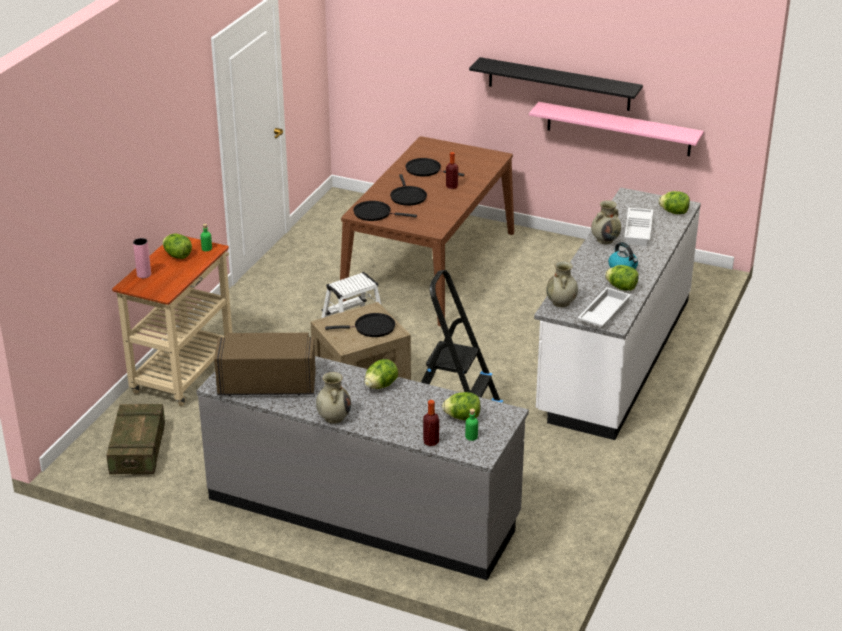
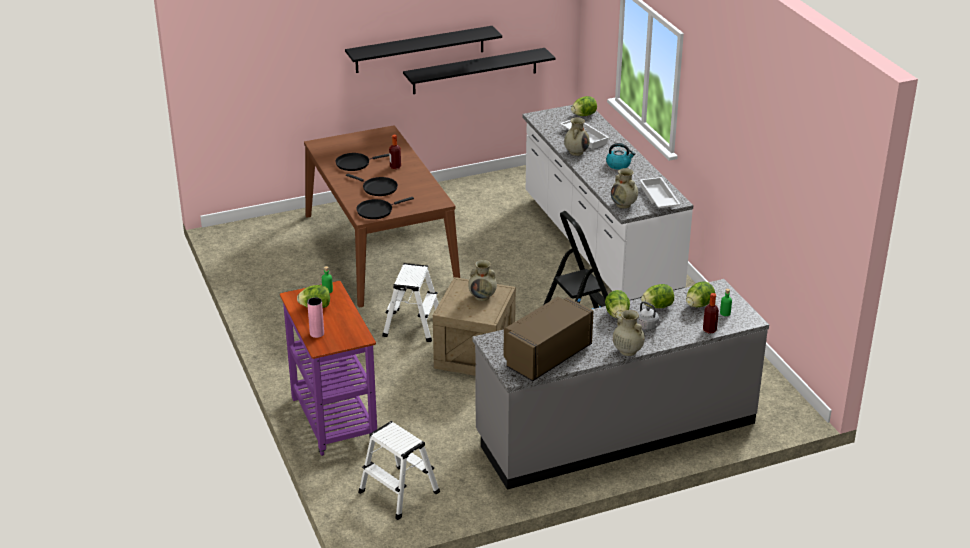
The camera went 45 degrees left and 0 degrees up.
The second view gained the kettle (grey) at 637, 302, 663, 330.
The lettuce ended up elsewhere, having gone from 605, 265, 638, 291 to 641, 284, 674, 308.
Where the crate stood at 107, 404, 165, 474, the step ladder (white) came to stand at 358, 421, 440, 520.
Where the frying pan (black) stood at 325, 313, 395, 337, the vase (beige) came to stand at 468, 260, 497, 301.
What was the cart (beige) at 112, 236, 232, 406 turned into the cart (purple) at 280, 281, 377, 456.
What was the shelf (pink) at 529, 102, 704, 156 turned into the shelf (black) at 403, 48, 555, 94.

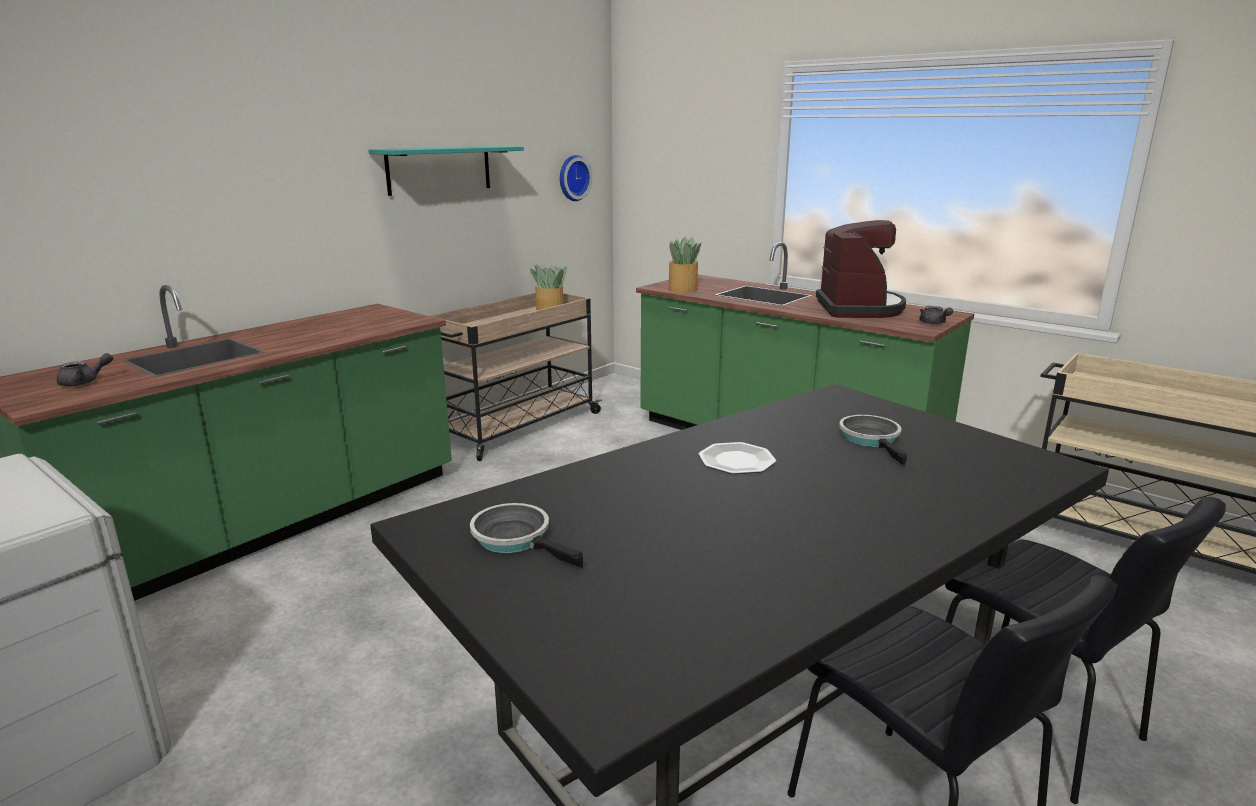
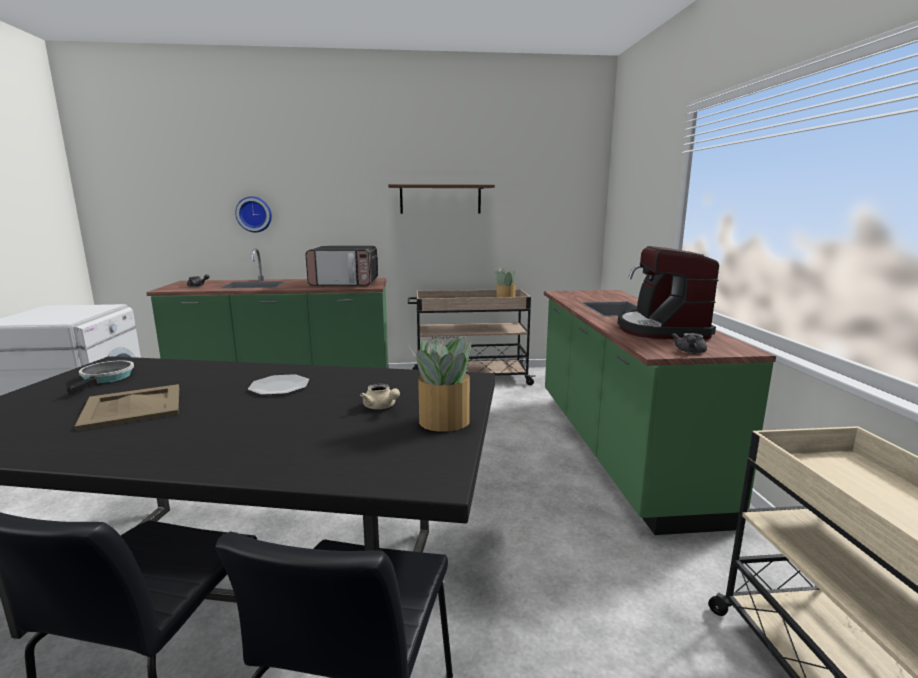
The camera went 45 degrees right and 5 degrees down.
The second view gained the tray (beige) at 74, 384, 179, 431.
The second view gained the microwave at 305, 246, 378, 286.
The wall clock ended up elsewhere, having gone from 560, 155, 592, 201 to 235, 196, 272, 233.
The potted plant ended up elsewhere, having gone from 669, 237, 701, 293 to 408, 337, 471, 432.
Where the frying pan stood at 839, 415, 908, 465, the teapot (beige) came to stand at 360, 384, 400, 409.
What was the shelf (turquoise) at 368, 146, 524, 196 turned into the shelf (brown) at 388, 184, 495, 214.
The coffee machine at 816, 220, 906, 318 ended up facing another way, 135 degrees clockwise from before.

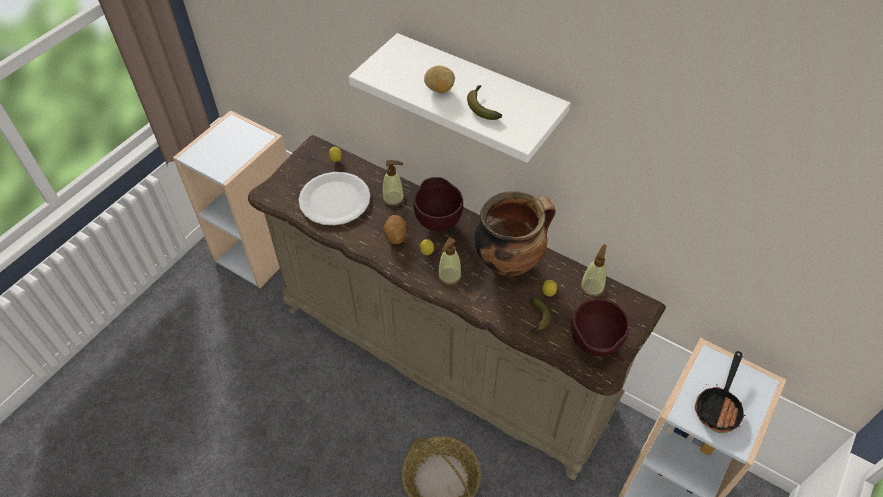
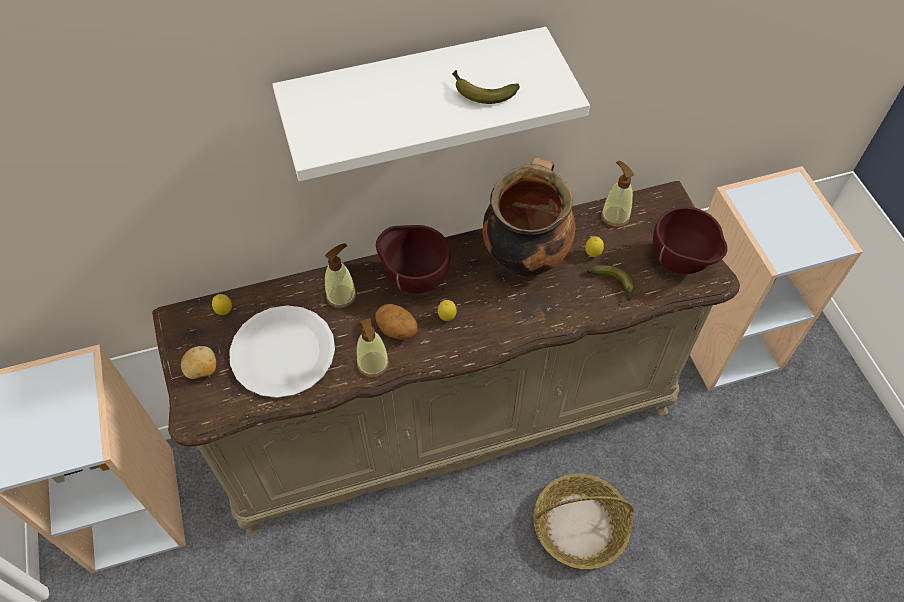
The camera went 50 degrees left and 5 degrees up.
The second view lost the frying pan at 695, 351, 745, 433.
The potato ended up elsewhere, having gone from 424, 66, 455, 93 to 181, 346, 216, 379.
The soap dispenser ended up elsewhere, having gone from 438, 238, 462, 286 to 356, 318, 390, 378.

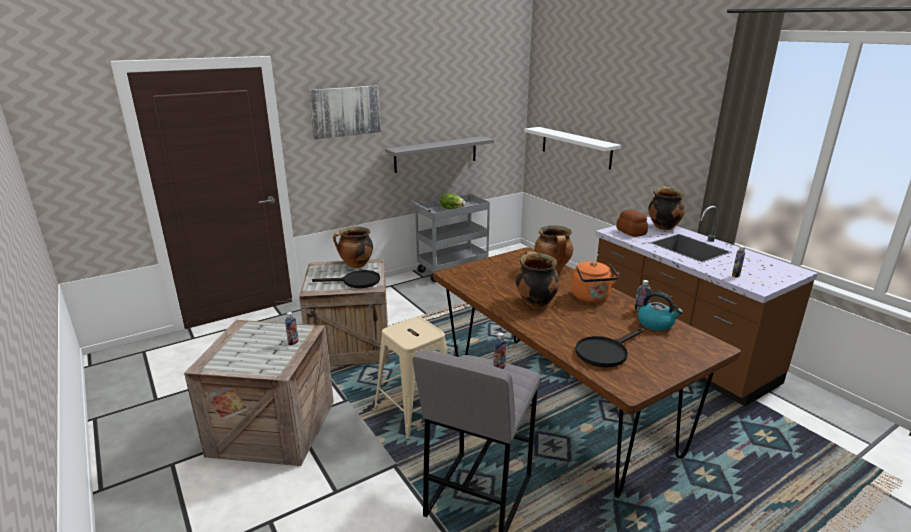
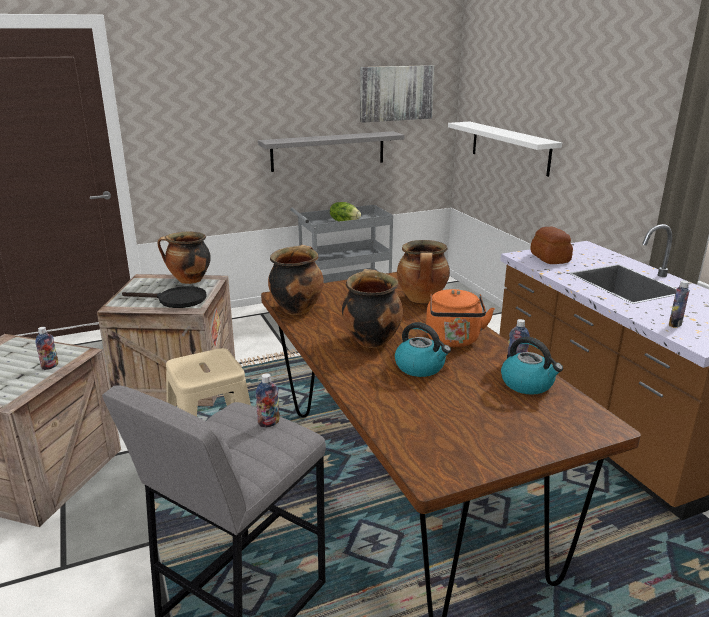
The camera went 10 degrees right and 0 degrees up.
The second view lost the frying pan (black) at 575, 328, 644, 368.
The second view gained the kettle at 395, 322, 451, 377.
The picture ended up elsewhere, having gone from 309, 85, 381, 139 to 360, 65, 435, 123.
The cooking pot ended up elsewhere, having gone from 648, 186, 685, 230 to 268, 245, 324, 315.

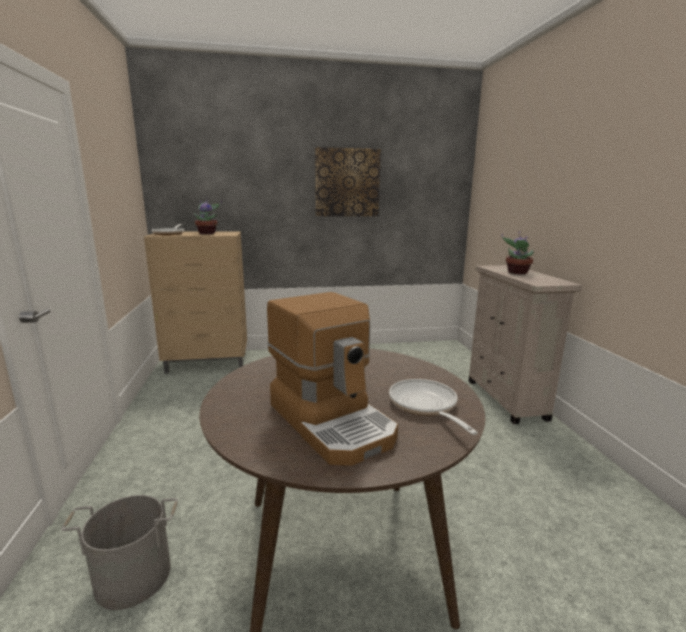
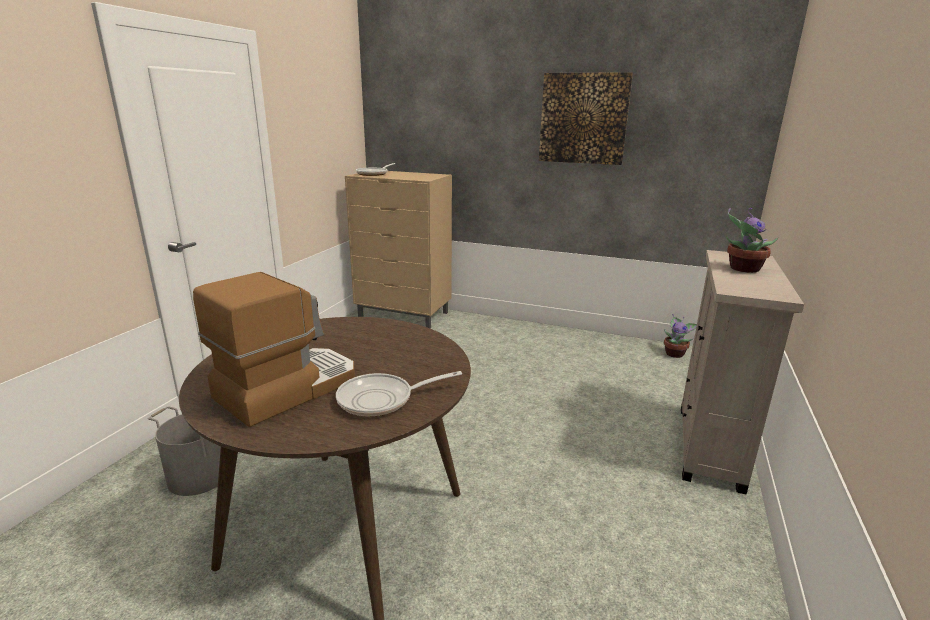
The camera went 30 degrees right and 5 degrees up.
The potted plant ended up elsewhere, having gone from 194, 197, 222, 234 to 664, 314, 697, 358.
The coffee machine at 267, 292, 398, 466 ended up facing another way, 135 degrees counterclockwise from before.
The frying pan at 389, 379, 478, 435 ended up facing another way, 120 degrees counterclockwise from before.

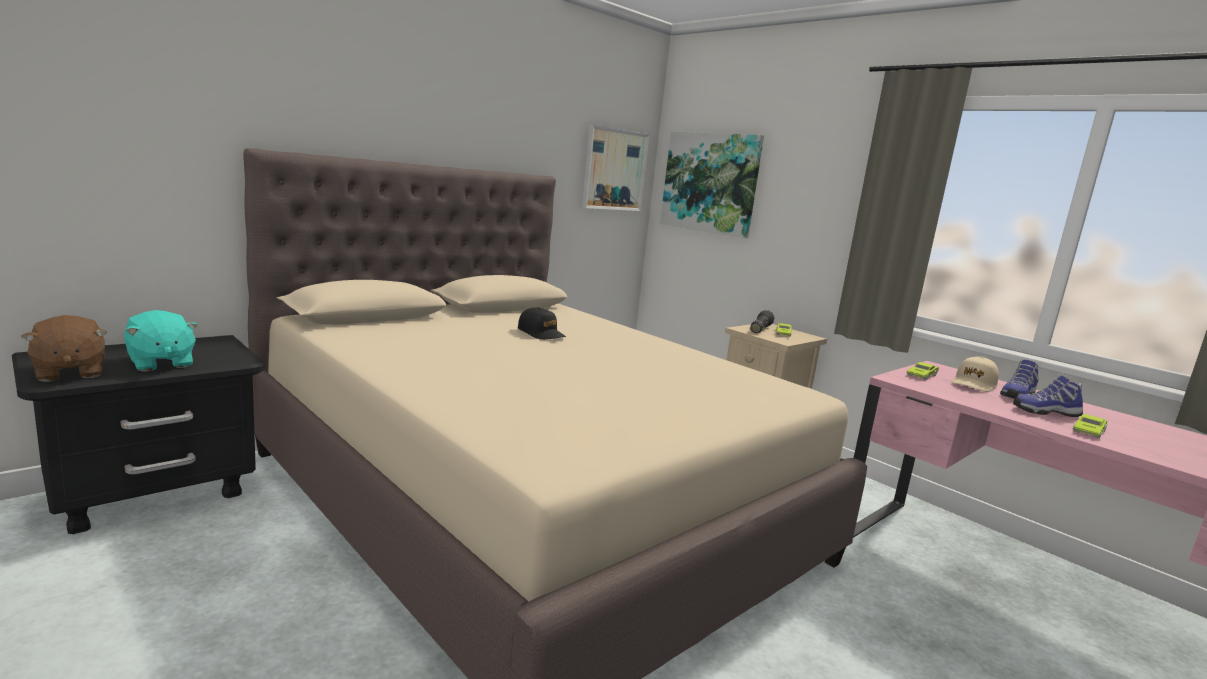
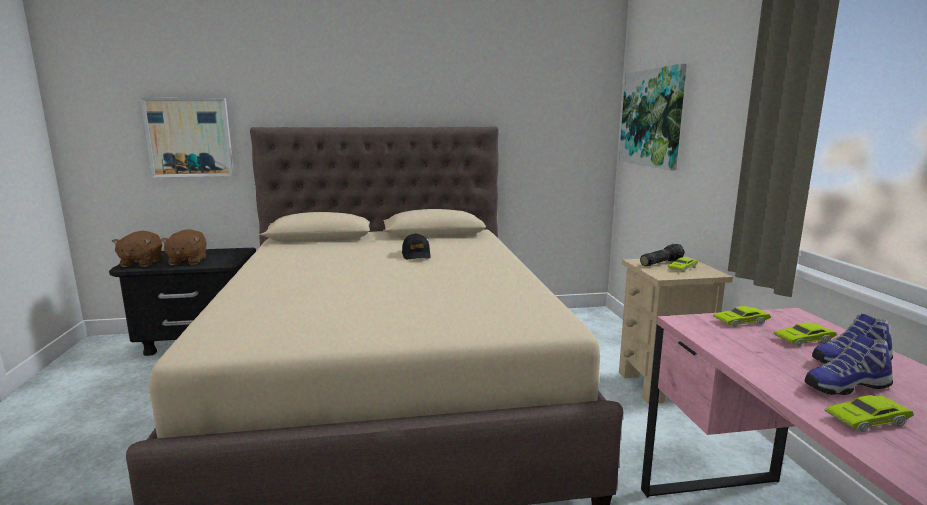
The camera went 35 degrees right and 0 degrees up.
The picture ended up elsewhere, having gone from 582, 125, 650, 211 to 141, 98, 234, 178.
Where the cap (beige) stood at 951, 357, 999, 392, the toy car (green) came to stand at 773, 322, 837, 347.
What was the plush toy (turquoise) at 124, 310, 199, 372 turned into the plush toy (brown) at 161, 229, 207, 265.
The shoe at 1013, 376, 1083, 417 ended up facing another way, 45 degrees counterclockwise from before.

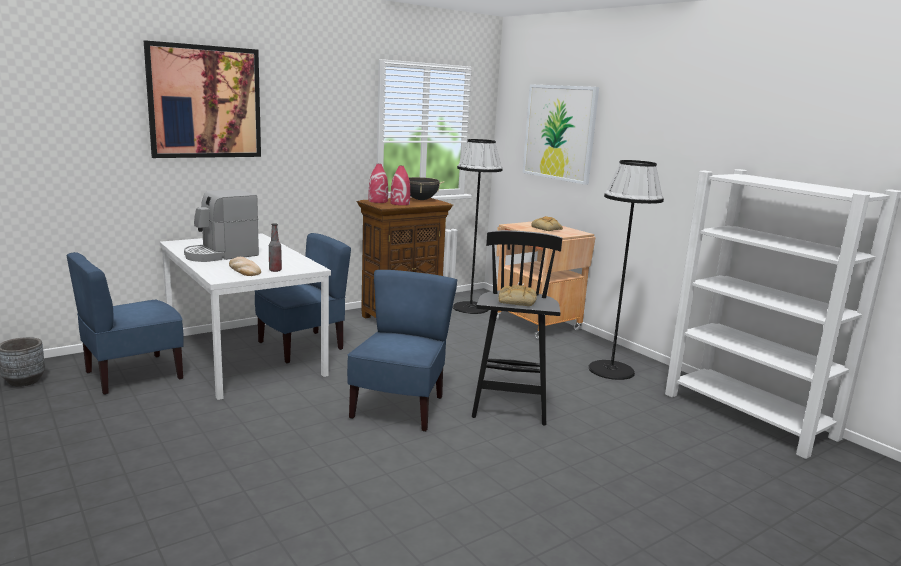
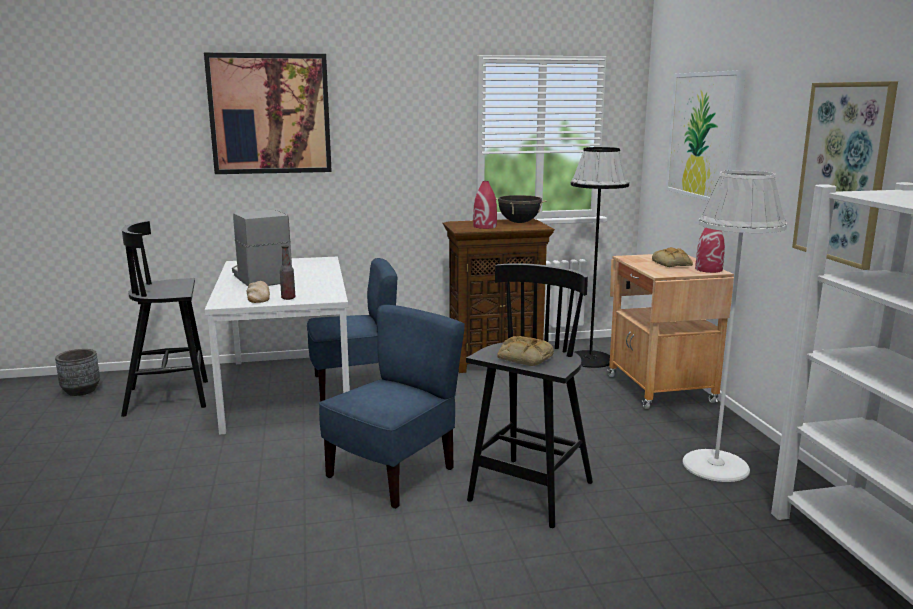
The camera went 25 degrees right and 0 degrees up.
The second view gained the picture at 792, 81, 898, 270.
The vase (red) ended up elsewhere, having gone from 368, 164, 388, 203 to 695, 228, 725, 273.
Where the chair (blue) stood at 66, 252, 184, 395, the stool (black) came to stand at 121, 221, 208, 417.
What was the floor lamp (black) at 588, 160, 664, 380 turned into the floor lamp (white) at 683, 170, 787, 482.
The coffee machine at 184, 190, 259, 262 ended up facing another way, 75 degrees clockwise from before.

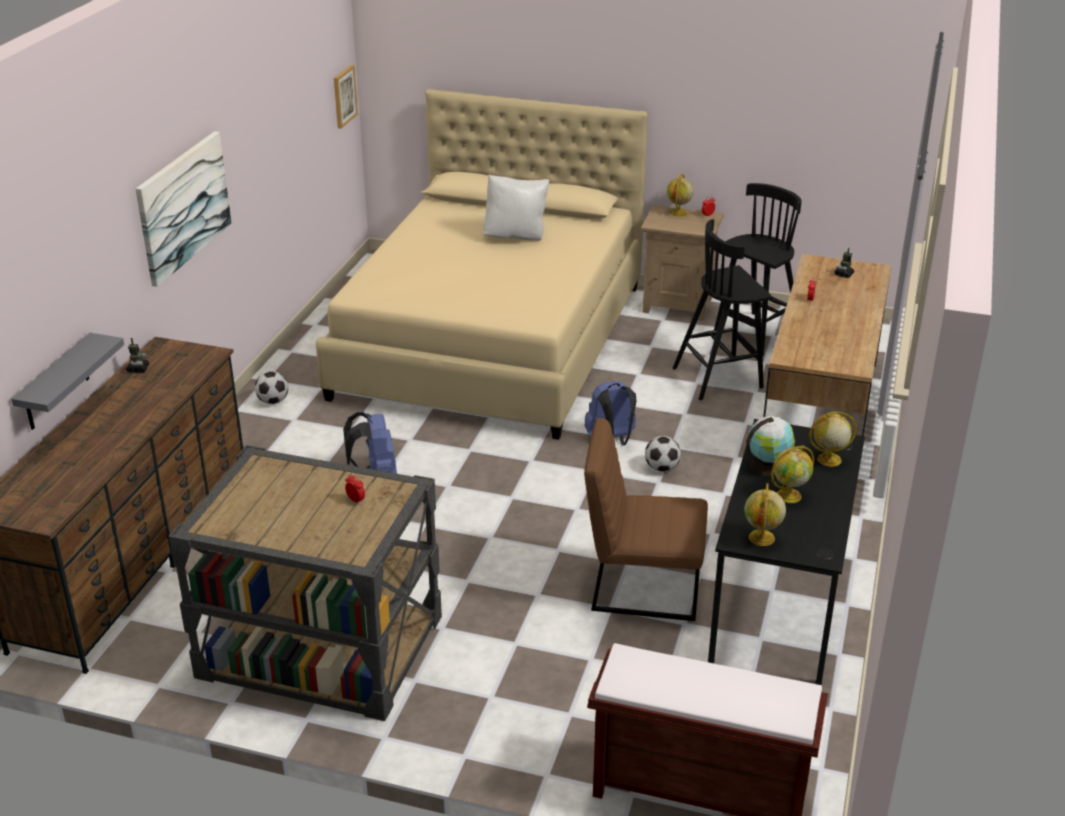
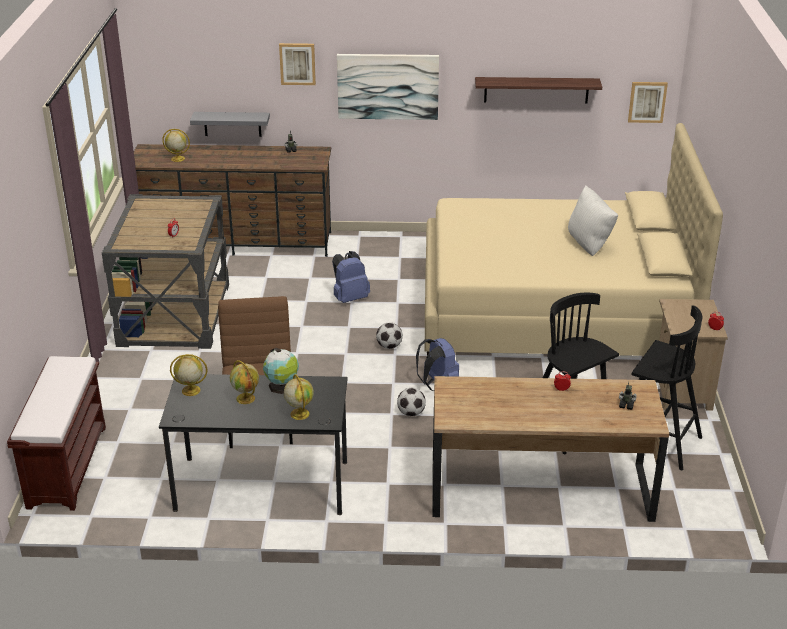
The camera went 75 degrees right and 0 degrees up.
The second view gained the picture at 279, 43, 316, 85.
The second view gained the shelf at 475, 77, 602, 104.
The football ended up elsewhere, having gone from 255, 371, 288, 404 to 376, 322, 403, 349.
The globe ended up elsewhere, having gone from 667, 174, 694, 217 to 162, 129, 190, 162.

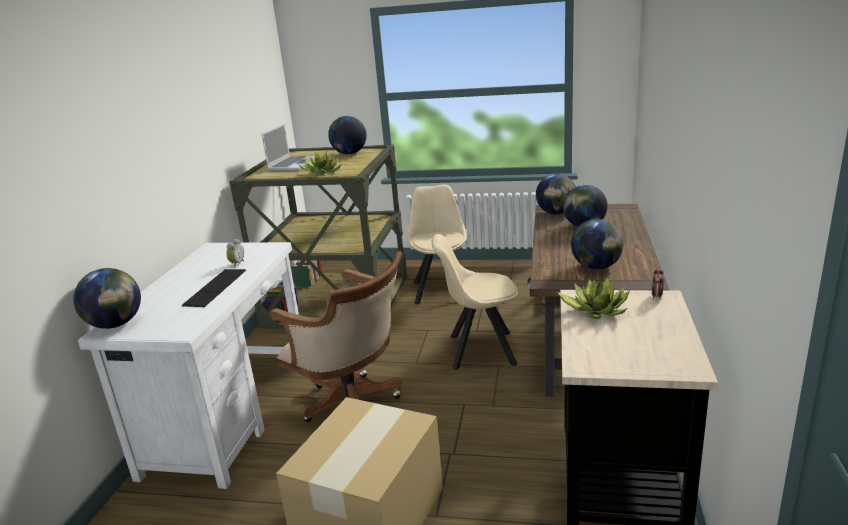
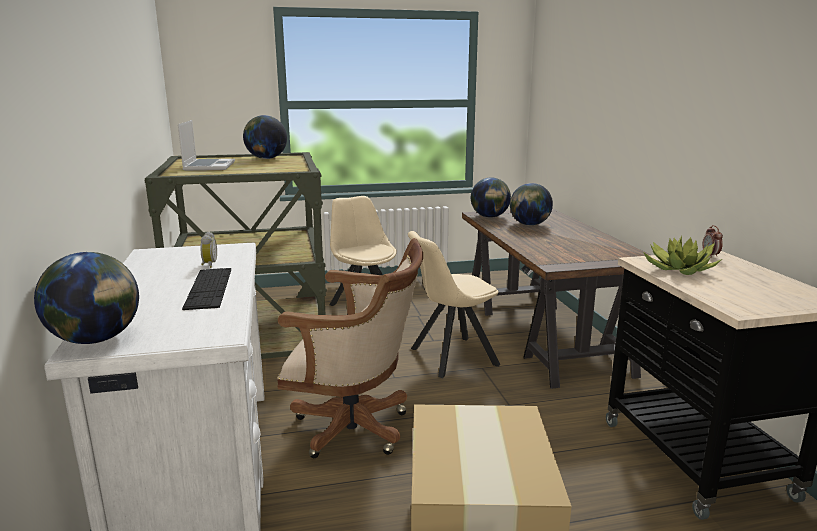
The camera went 25 degrees left and 5 degrees down.
The second view lost the potted plant at 298, 151, 342, 175.
The second view lost the globe at 571, 219, 623, 269.

